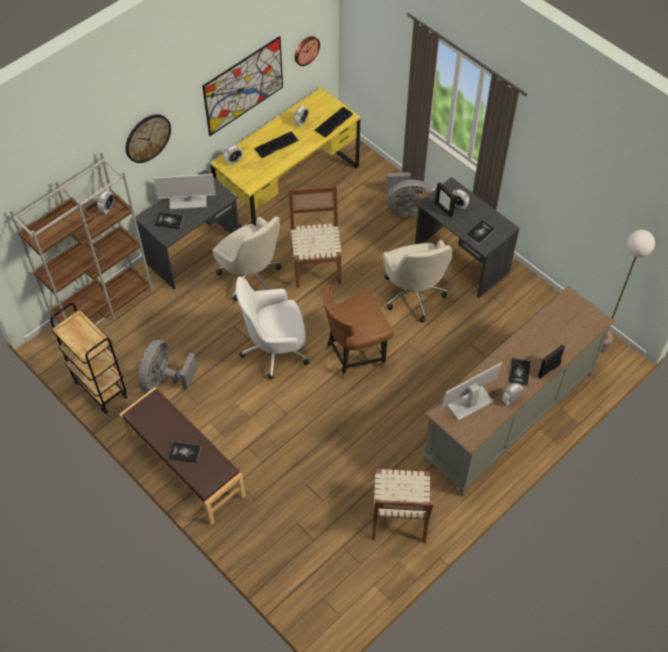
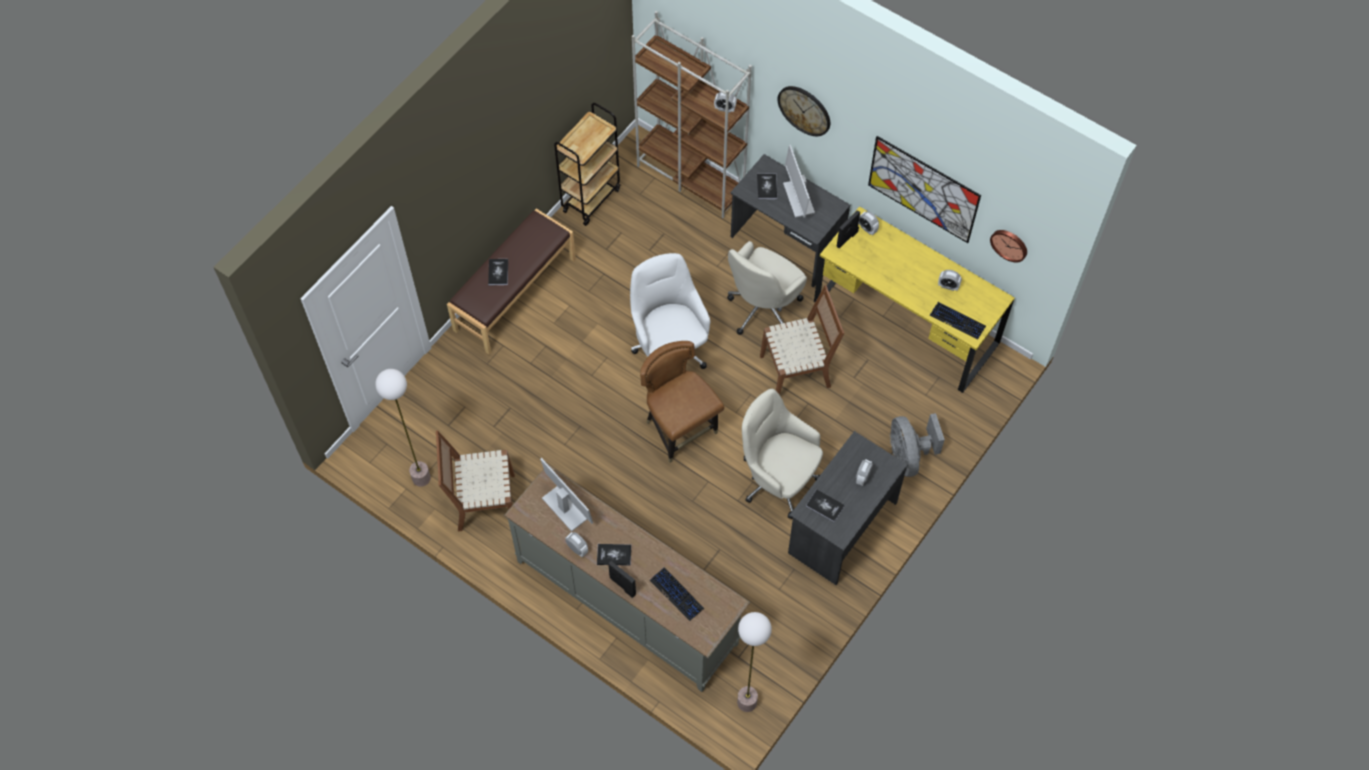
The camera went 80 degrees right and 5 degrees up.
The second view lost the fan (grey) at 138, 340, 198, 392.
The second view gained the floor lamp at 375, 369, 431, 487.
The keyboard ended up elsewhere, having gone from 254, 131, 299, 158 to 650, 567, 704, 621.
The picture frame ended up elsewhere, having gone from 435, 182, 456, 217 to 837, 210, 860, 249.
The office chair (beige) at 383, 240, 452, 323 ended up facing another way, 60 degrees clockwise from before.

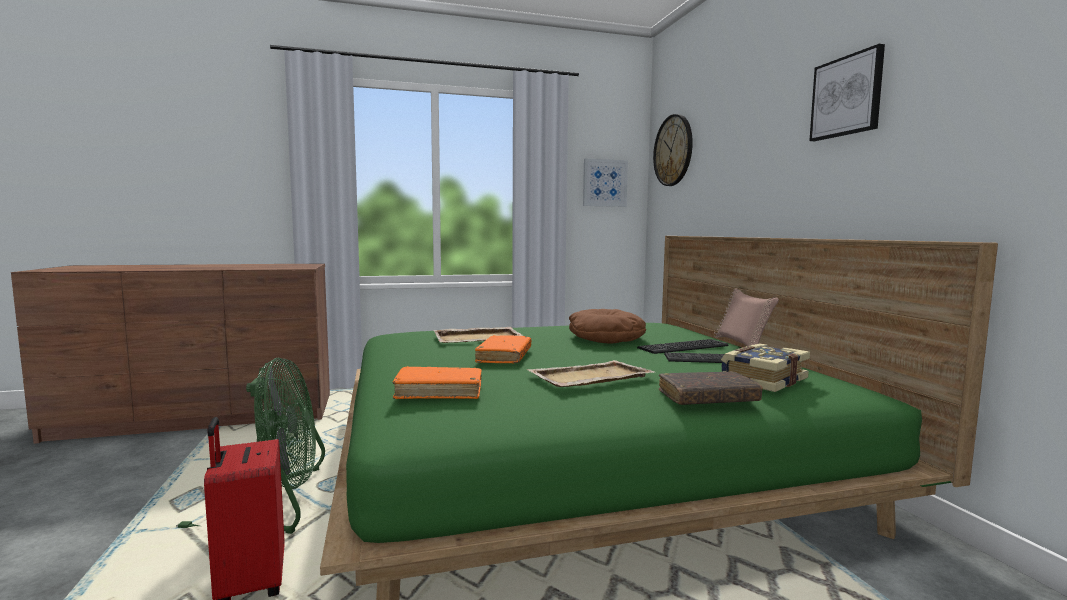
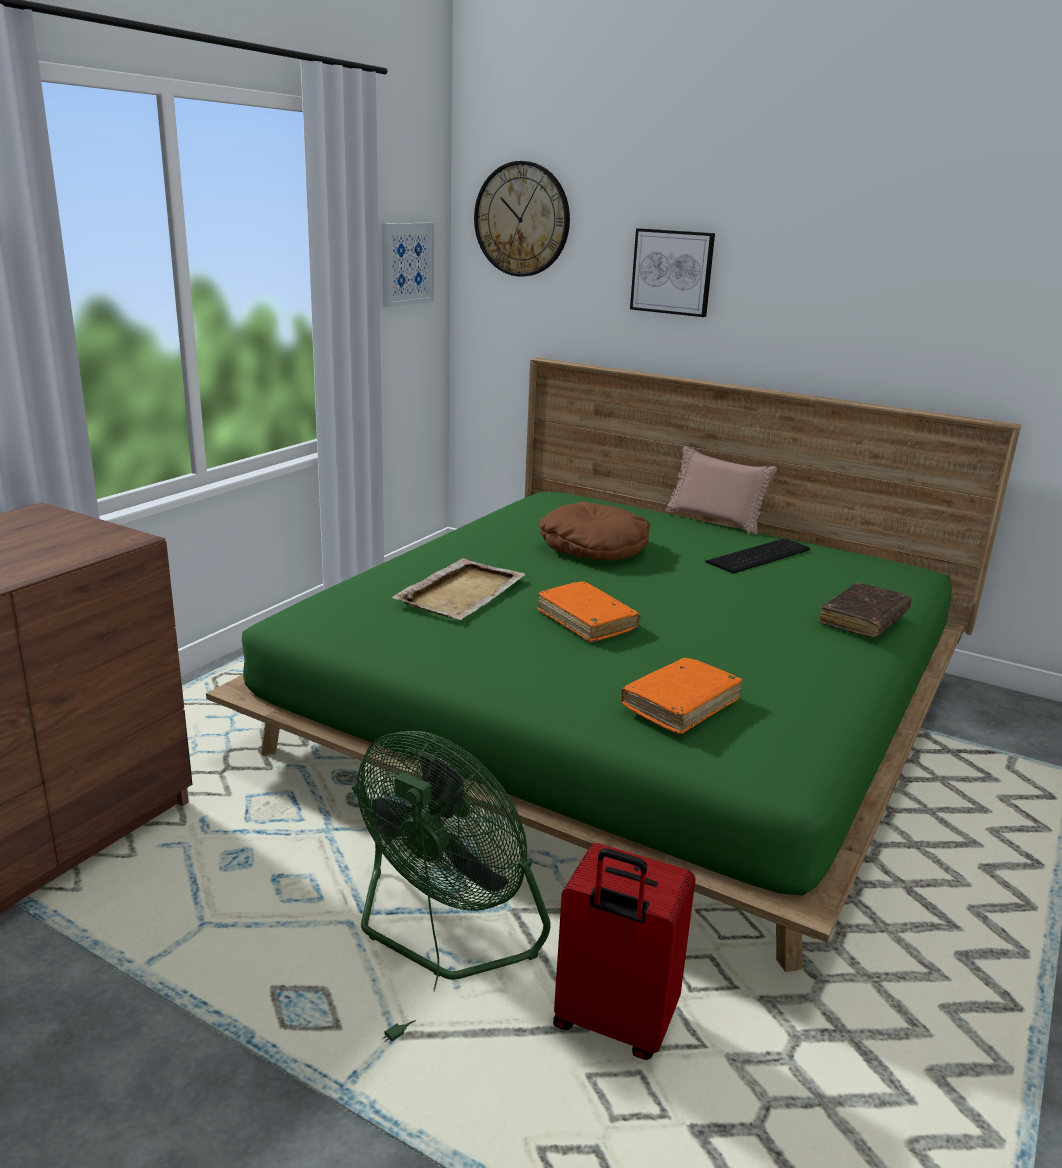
The camera went 45 degrees left and 15 degrees up.
The second view lost the tray (beige) at 527, 360, 654, 387.
The second view lost the keyboard at 637, 339, 729, 354.
The second view lost the book at 721, 344, 810, 392.
The picture ended up elsewhere, having gone from 809, 44, 885, 141 to 630, 228, 715, 317.

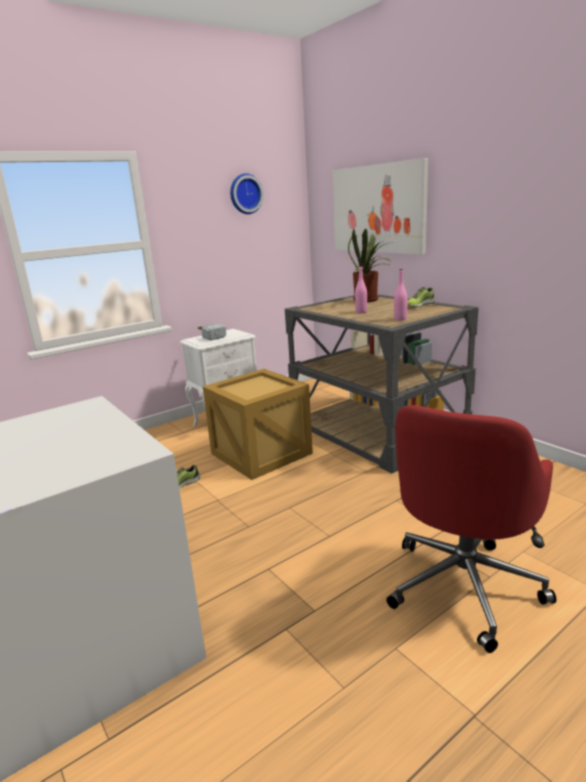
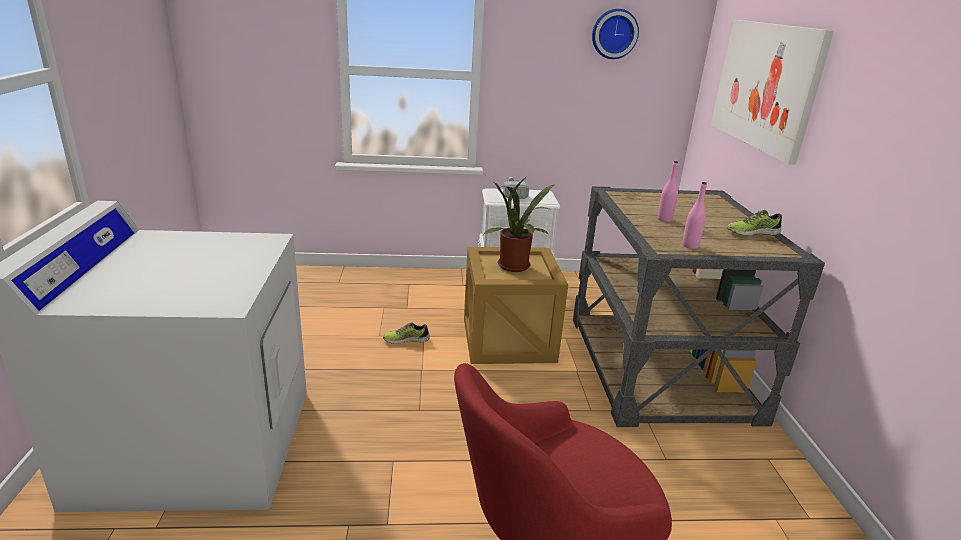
The camera went 30 degrees right and 5 degrees up.
The potted plant ended up elsewhere, having gone from 348, 228, 394, 302 to 483, 176, 556, 272.

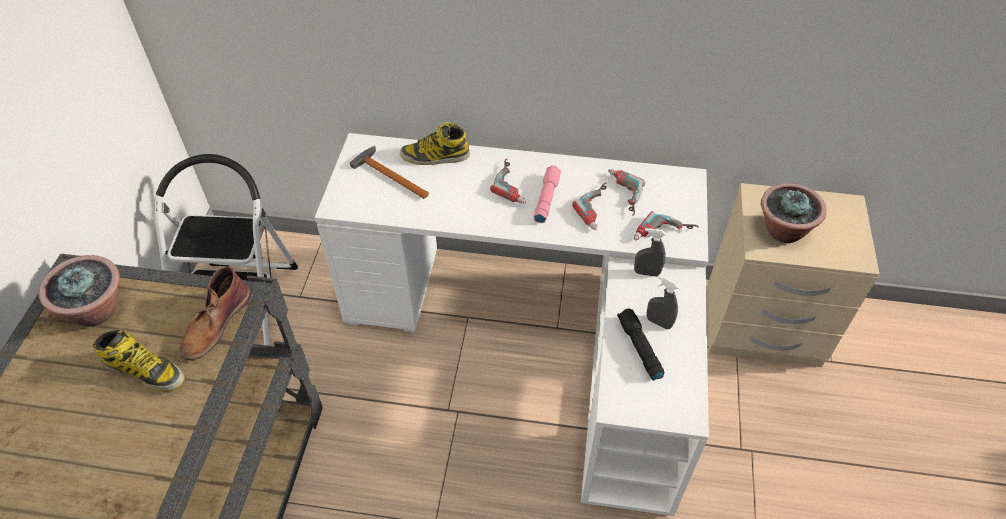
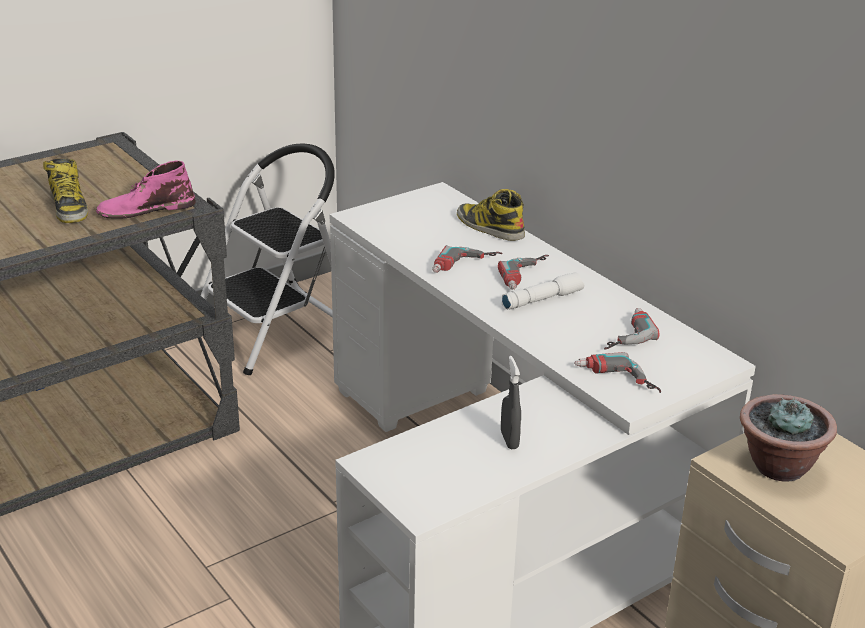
The camera went 45 degrees right and 20 degrees down.
The second view lost the potted plant at 38, 255, 120, 326.
The second view lost the hammer at 350, 146, 429, 199.
The second view lost the flashlight (black) at 617, 308, 665, 381.
The second view lost the spray bottle (grey) at 634, 228, 666, 277.
The power drill ended up elsewhere, having gone from 572, 182, 607, 230 to 432, 245, 503, 273.
What was the boot (brown) at 179, 266, 251, 361 turned into the boot (pink) at 96, 160, 196, 219.
What was the flashlight (pink) at 534, 165, 561, 223 turned into the flashlight (white) at 502, 272, 584, 310.

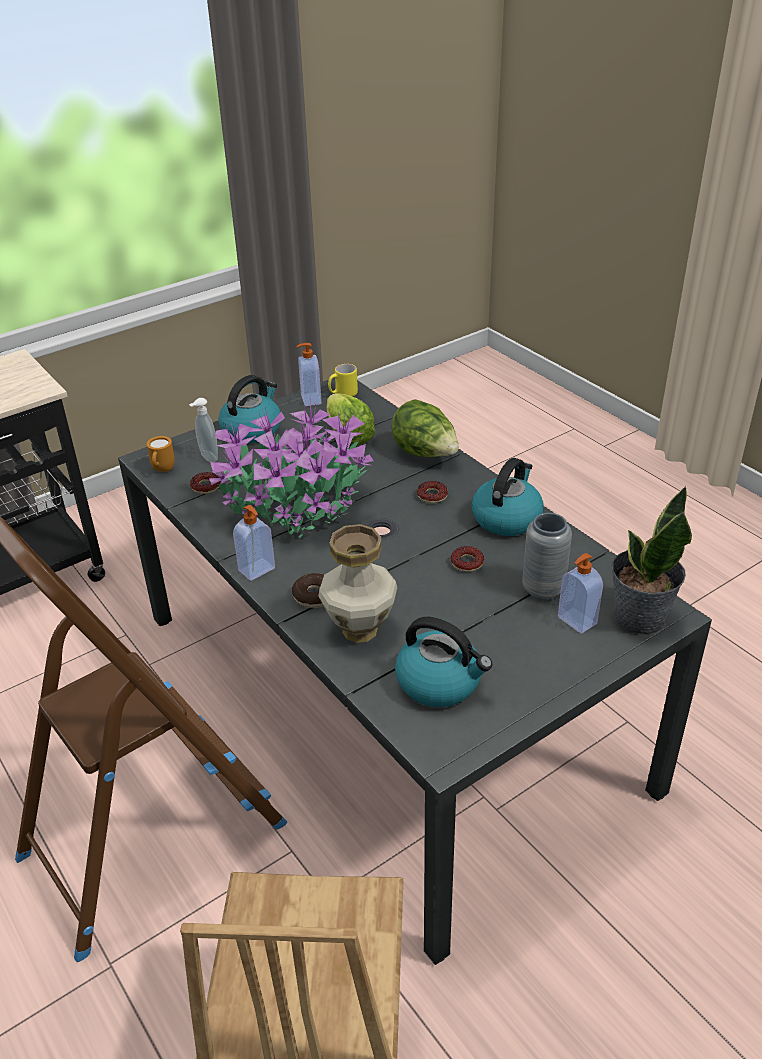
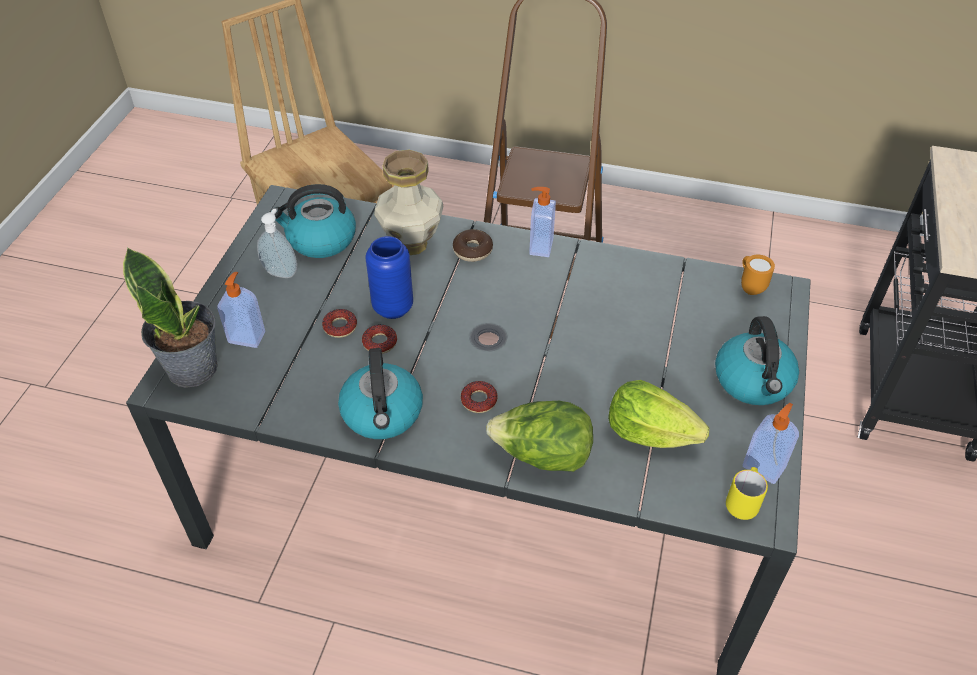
The camera went 140 degrees right and 10 degrees up.
The second view lost the potted plant at 209, 398, 374, 538.
The second view lost the vase (grey) at 522, 513, 572, 600.
The second view gained the vase (blue) at 365, 236, 413, 319.
The soap dispenser ended up elsewhere, having gone from 189, 398, 218, 462 to 257, 209, 297, 278.
The donut ended up elsewhere, having gone from 190, 472, 221, 494 to 322, 309, 357, 338.

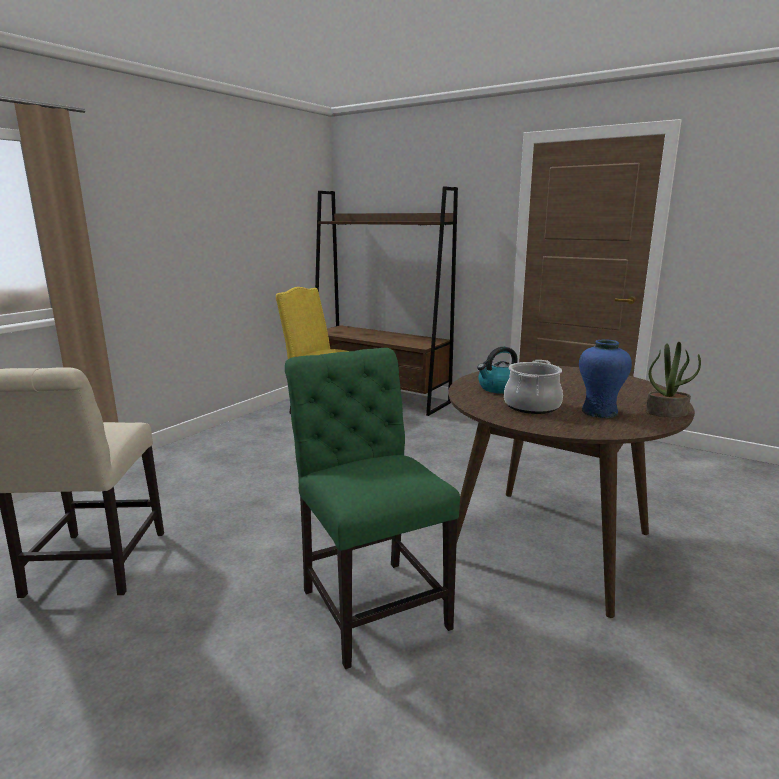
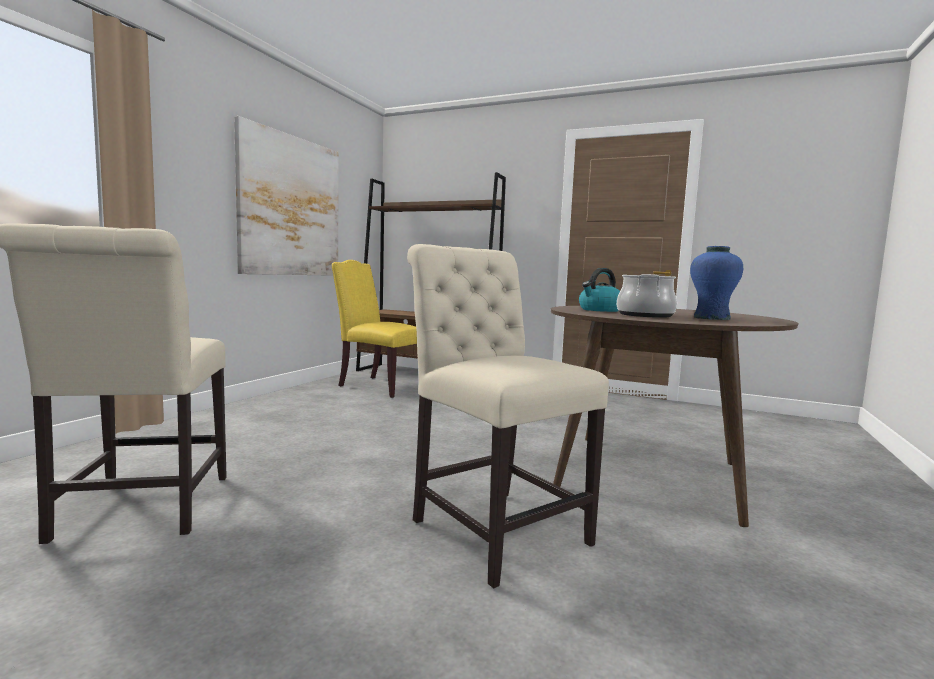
The camera went 10 degrees left and 10 degrees down.
The second view lost the potted plant at 646, 342, 701, 417.
The second view gained the picture at 234, 116, 339, 276.
What was the chair (green) at 285, 348, 460, 669 turned into the chair (beige) at 407, 244, 609, 588.

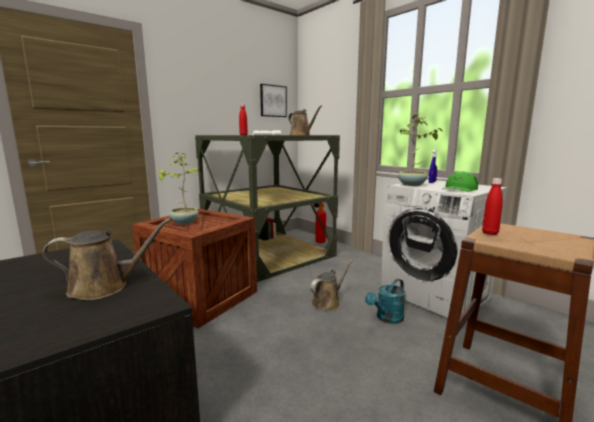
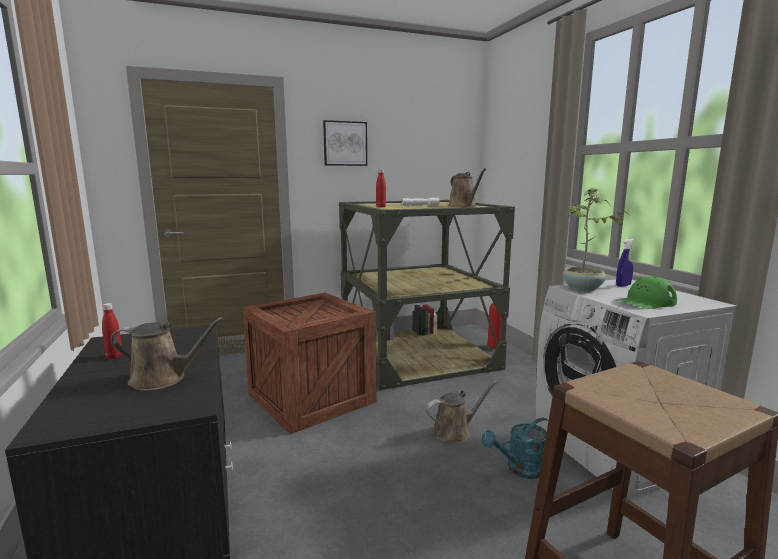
The camera went 20 degrees right and 0 degrees up.
The second view lost the potted plant at 154, 153, 199, 225.
The picture ended up elsewhere, having gone from 260, 84, 287, 117 to 323, 120, 367, 166.
The bottle (red) ended up elsewhere, having gone from 482, 178, 503, 235 to 102, 303, 122, 359.

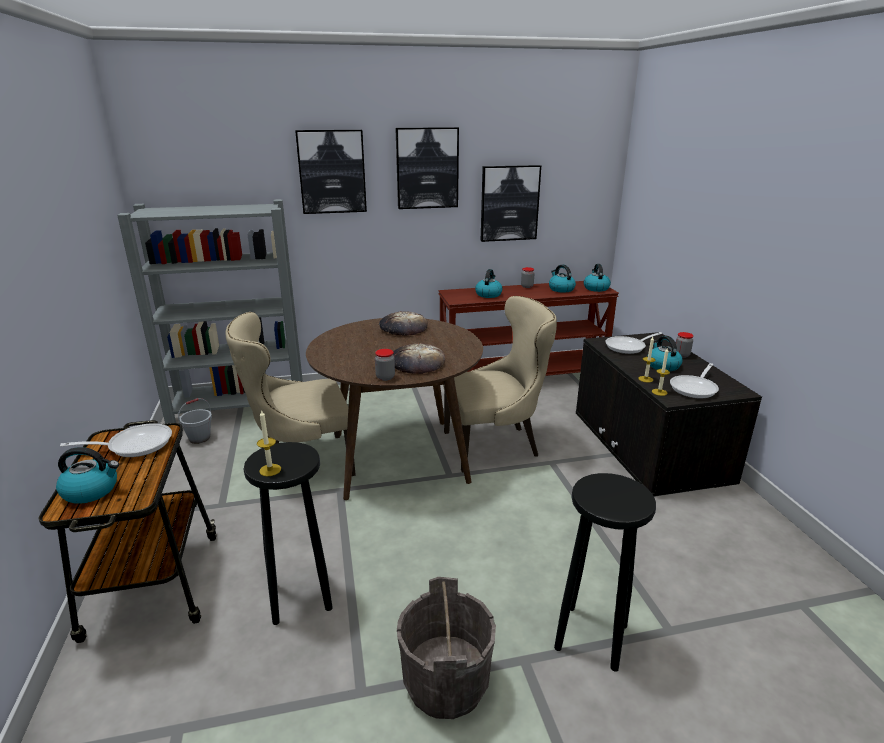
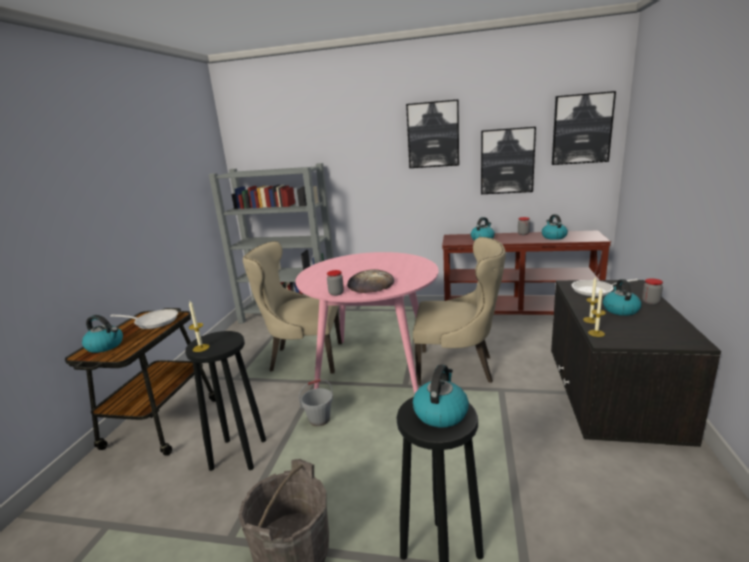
The camera went 25 degrees right and 5 degrees down.
The second view lost the bread at 379, 311, 428, 336.
The second view lost the frying pan at 670, 363, 719, 398.
The bucket (grey) ended up elsewhere, having gone from 178, 398, 212, 444 to 299, 379, 333, 426.
The picture ended up elsewhere, having gone from 295, 130, 367, 214 to 552, 91, 616, 165.
The kettle ended up elsewhere, having gone from 584, 264, 611, 292 to 413, 364, 469, 428.
What was the dining table (brown) at 306, 318, 483, 500 turned into the dining table (pink) at 295, 252, 439, 394.

